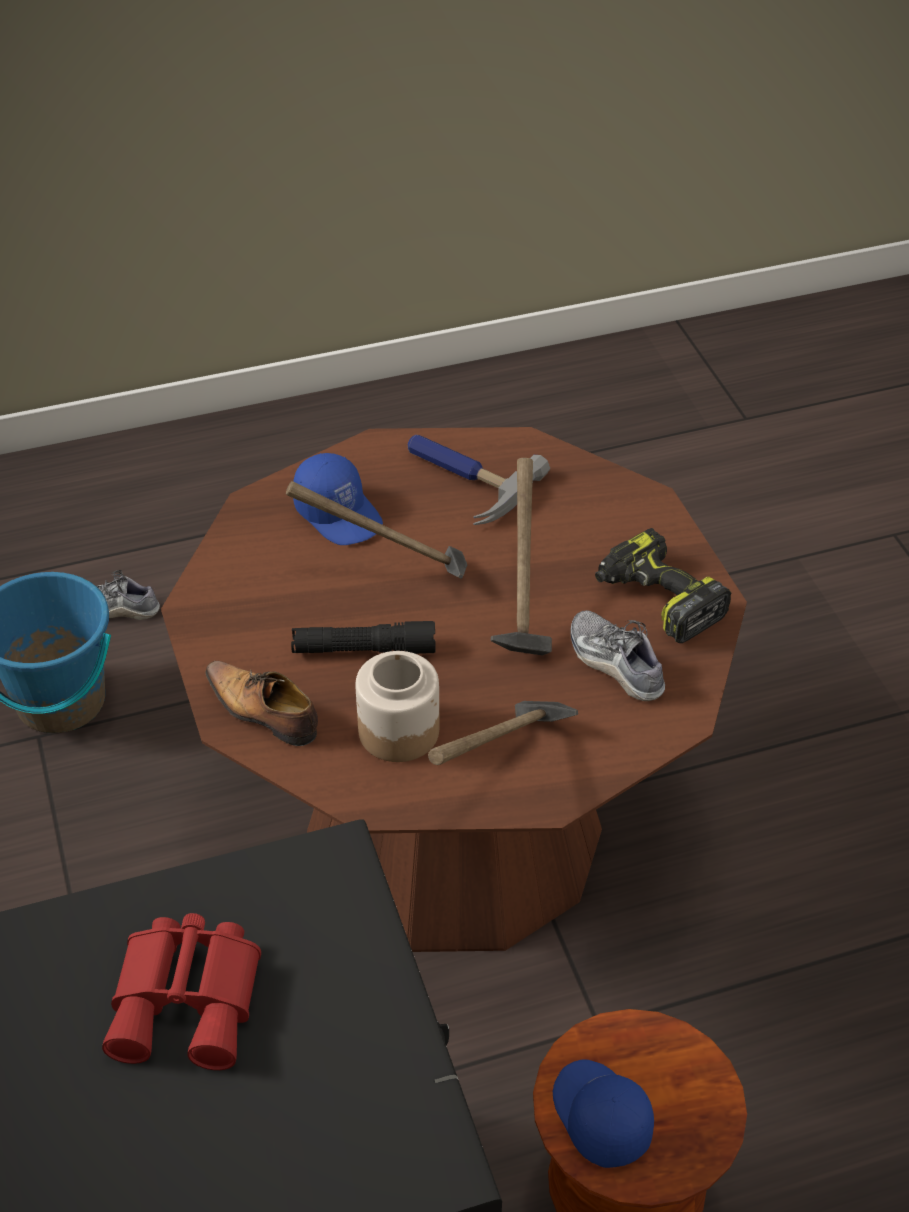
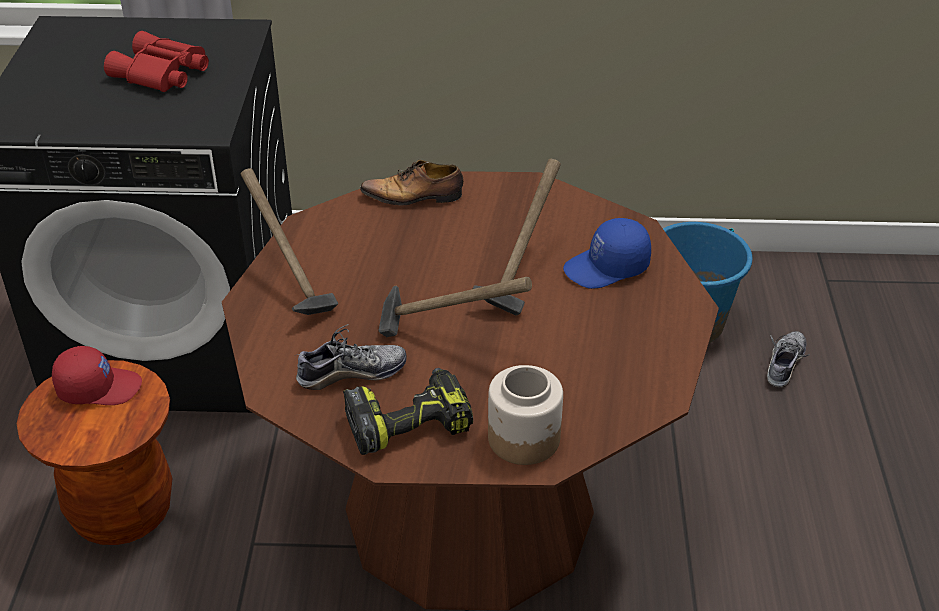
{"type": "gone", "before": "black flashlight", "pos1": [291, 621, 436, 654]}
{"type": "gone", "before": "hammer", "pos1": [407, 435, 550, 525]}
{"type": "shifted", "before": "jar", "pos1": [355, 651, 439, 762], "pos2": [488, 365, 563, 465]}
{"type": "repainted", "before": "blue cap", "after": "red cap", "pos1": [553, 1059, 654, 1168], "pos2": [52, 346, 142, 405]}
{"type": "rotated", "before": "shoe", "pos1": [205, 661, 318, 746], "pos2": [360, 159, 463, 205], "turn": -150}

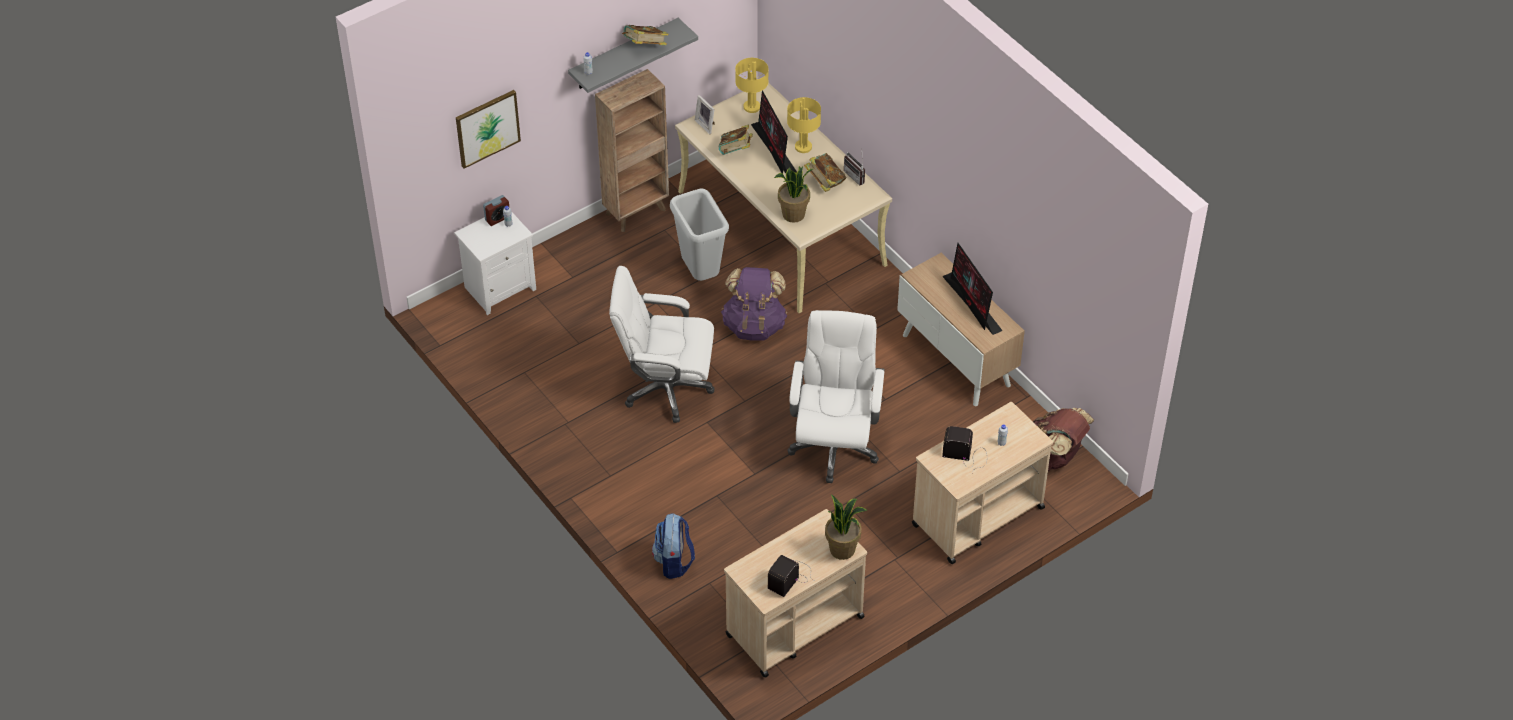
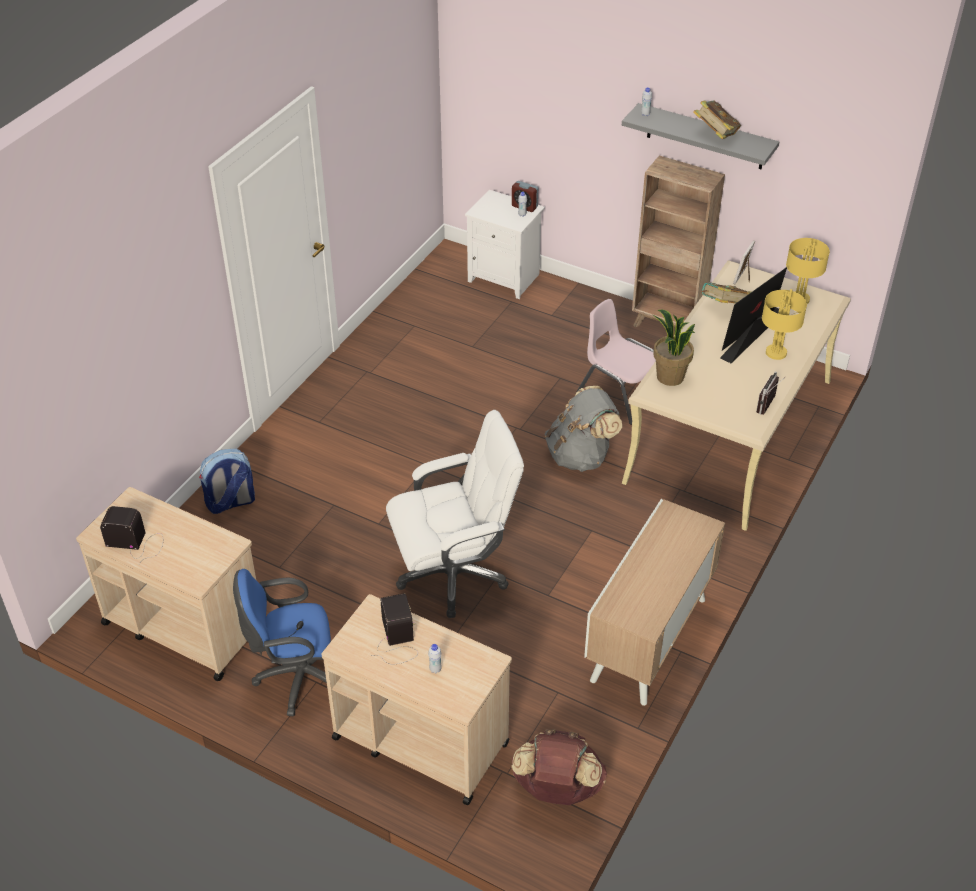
{"type": "gone", "before": "picture", "pos1": [456, 90, 521, 169]}
{"type": "gone", "before": "white office chair", "pos1": [609, 266, 715, 423]}
{"type": "gone", "before": "book", "pos1": [804, 153, 847, 192]}
{"type": "gone", "before": "potted plant", "pos1": [825, 494, 867, 560]}
{"type": "gone", "before": "monitor", "pos1": [942, 243, 1003, 335]}
{"type": "new", "after": "blue office chair", "pos2": [233, 569, 331, 716]}
{"type": "swapped", "before": "grey trash can", "after": "pink chair", "pos1": [670, 188, 729, 281], "pos2": [577, 299, 656, 425]}
{"type": "repainted", "before": "purple backpack", "after": "grey backpack", "pos1": [721, 267, 787, 341], "pos2": [545, 386, 622, 472]}

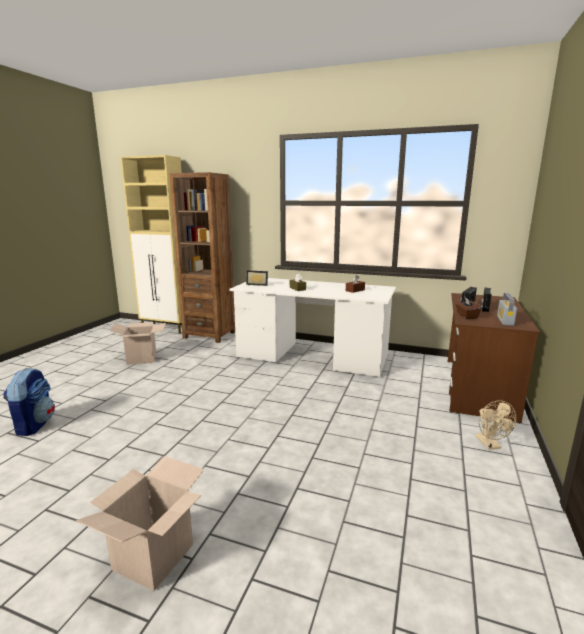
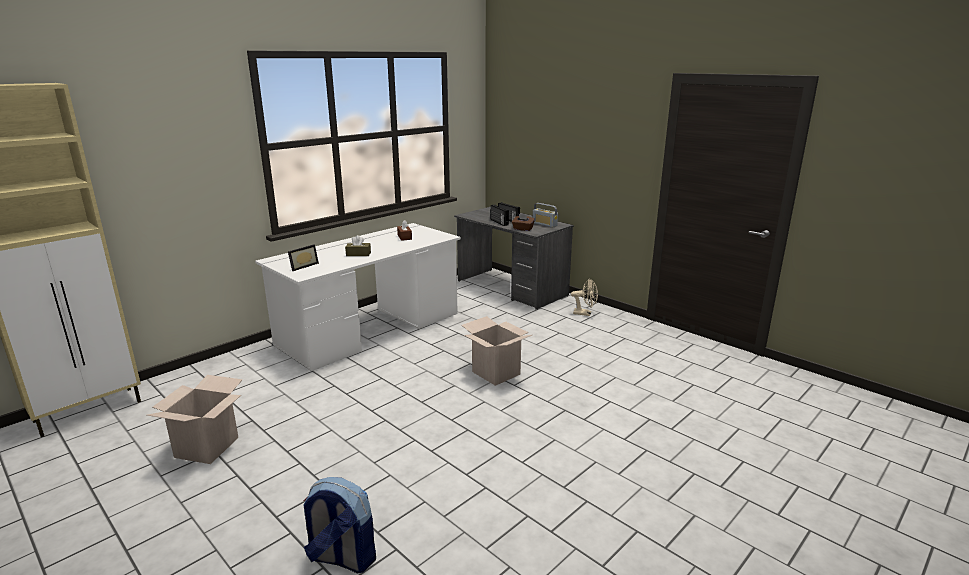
{"type": "gone", "before": "brown bookcase", "pos1": [169, 172, 235, 343]}
{"type": "shifted", "before": "cardboard box", "pos1": [76, 456, 204, 591], "pos2": [461, 316, 532, 386]}
{"type": "repainted", "before": "brown desk", "after": "grey desk", "pos1": [448, 293, 540, 423], "pos2": [454, 207, 574, 310]}

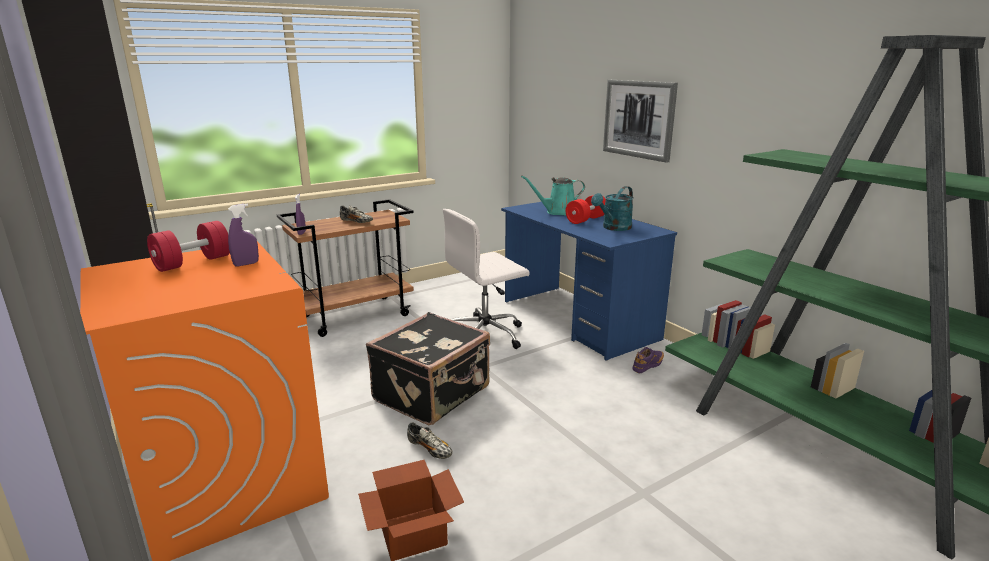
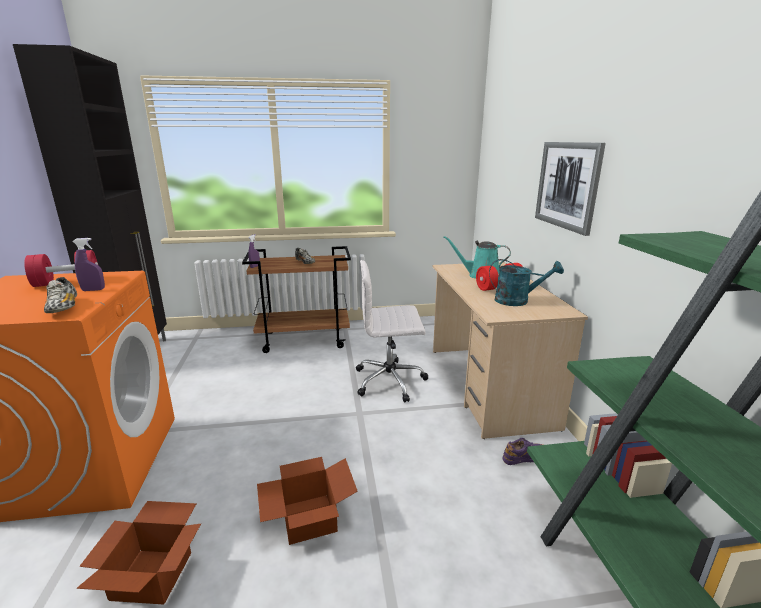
{"type": "gone", "before": "black suitcase", "pos1": [366, 312, 490, 425]}
{"type": "new", "after": "cardboard box", "pos2": [257, 457, 358, 545]}
{"type": "shifted", "before": "shoe", "pos1": [407, 422, 453, 459], "pos2": [44, 277, 77, 313]}
{"type": "repainted", "before": "blue desk", "after": "beige desk", "pos1": [501, 202, 677, 361], "pos2": [433, 262, 588, 439]}
{"type": "rotated", "before": "turquoise watering can", "pos1": [591, 186, 633, 231], "pos2": [489, 259, 564, 306], "turn": -150}

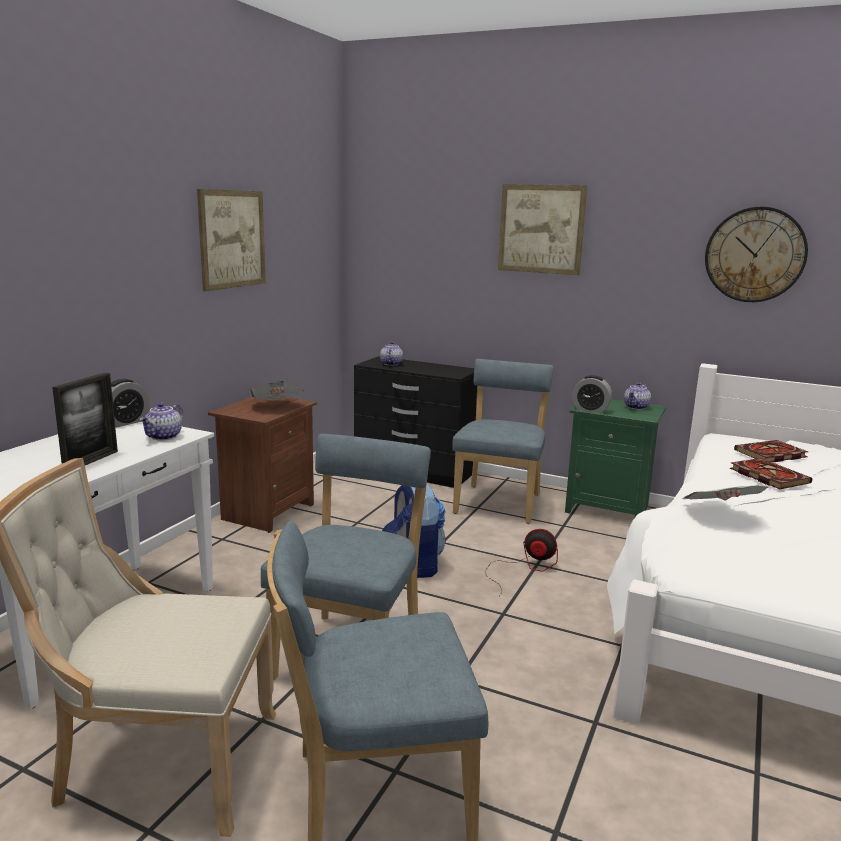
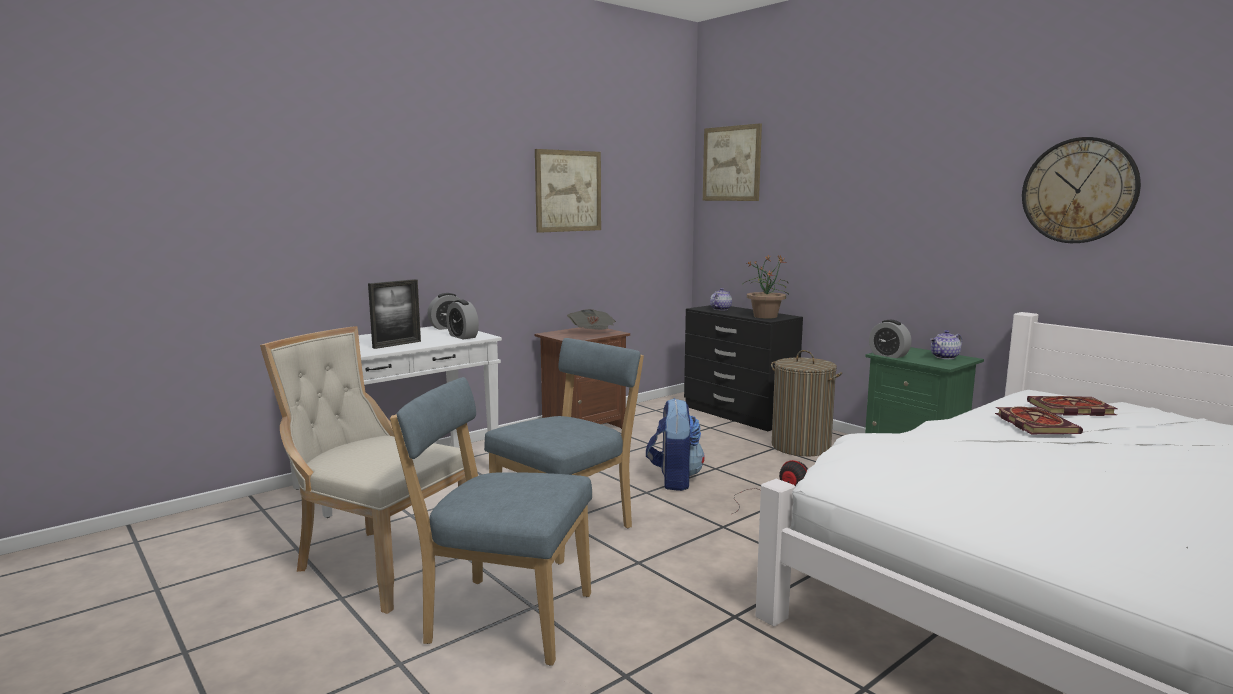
{"type": "gone", "before": "newspaper", "pos1": [682, 485, 769, 501]}
{"type": "new", "after": "potted plant", "pos2": [742, 255, 789, 319]}
{"type": "shifted", "before": "picture", "pos1": [498, 184, 587, 275], "pos2": [703, 123, 762, 201]}
{"type": "swapped", "before": "teapot", "after": "alarm clock", "pos1": [139, 403, 183, 441], "pos2": [446, 300, 479, 339]}
{"type": "swapped", "before": "blue chair", "after": "laundry basket", "pos1": [452, 359, 554, 524], "pos2": [771, 350, 842, 456]}

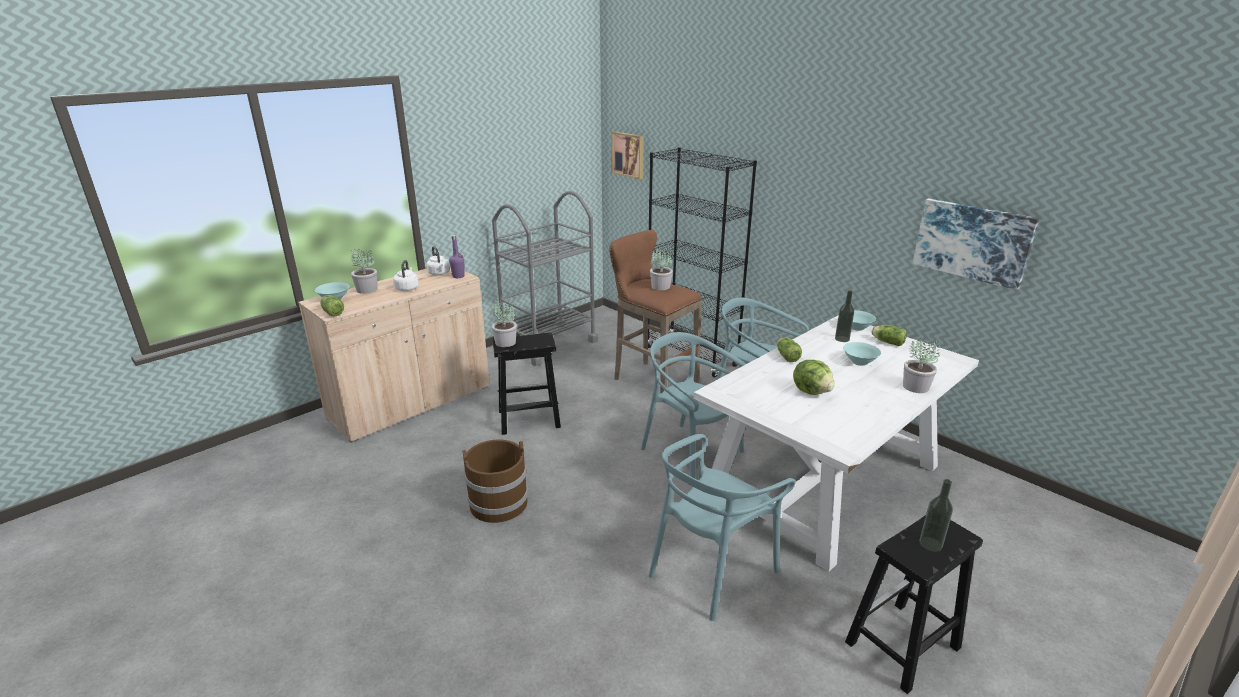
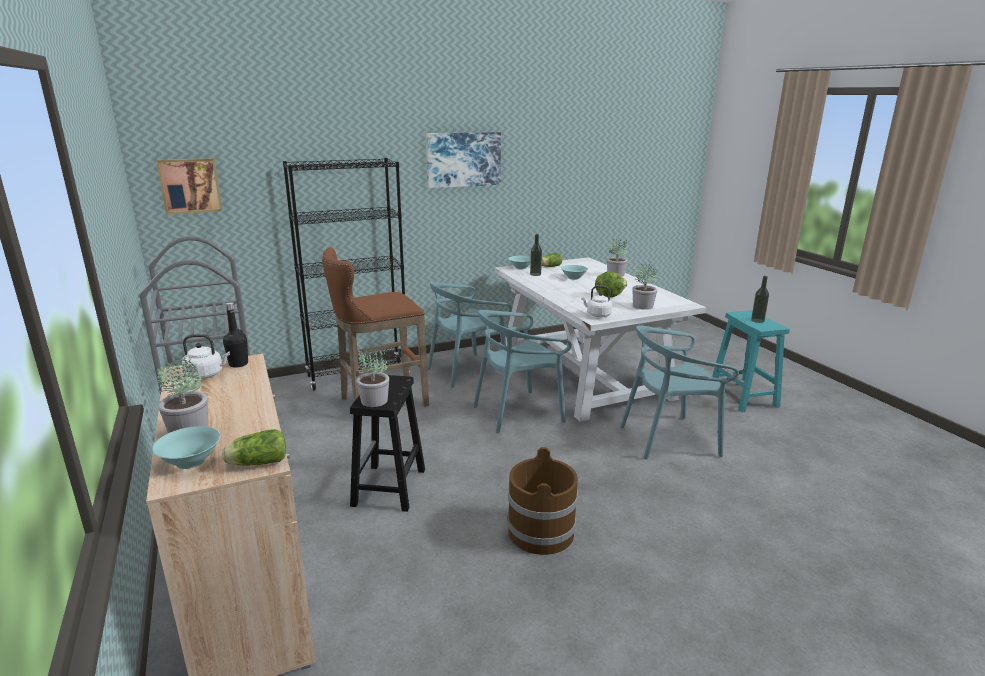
{"type": "gone", "before": "lettuce", "pos1": [777, 338, 802, 362]}
{"type": "shifted", "before": "white kettle", "pos1": [393, 260, 419, 291], "pos2": [581, 286, 612, 317]}
{"type": "shifted", "before": "potted plant", "pos1": [650, 247, 673, 290], "pos2": [632, 262, 657, 310]}
{"type": "shifted", "before": "picture", "pos1": [913, 198, 1039, 290], "pos2": [426, 132, 501, 188]}
{"type": "repainted", "before": "purple bottle", "after": "black bottle", "pos1": [449, 235, 465, 278], "pos2": [223, 302, 248, 368]}
{"type": "repainted", "before": "black stool", "after": "turquoise stool", "pos1": [845, 515, 983, 694], "pos2": [712, 310, 790, 412]}
{"type": "rotated", "before": "turquoise chair", "pos1": [649, 434, 796, 621], "pos2": [620, 326, 739, 459], "turn": 105}

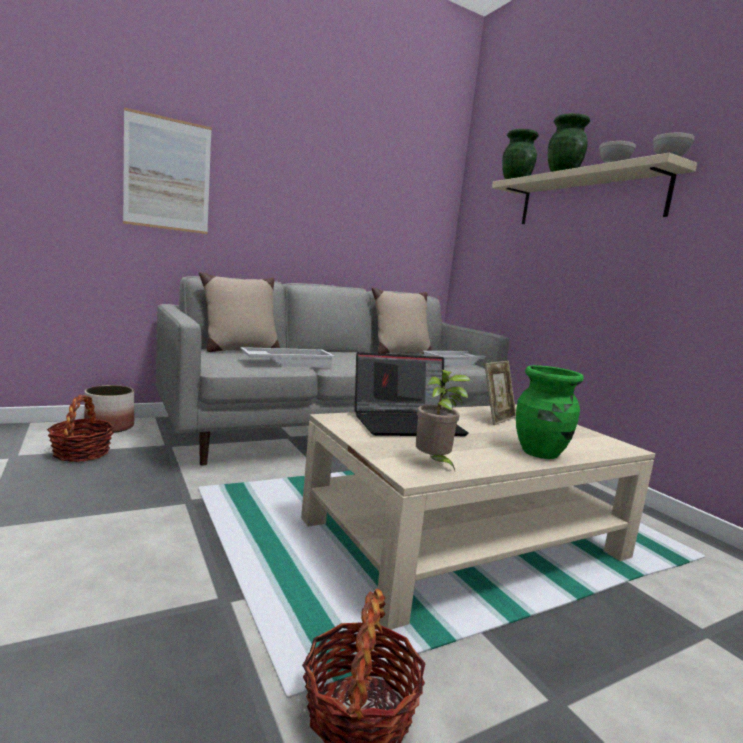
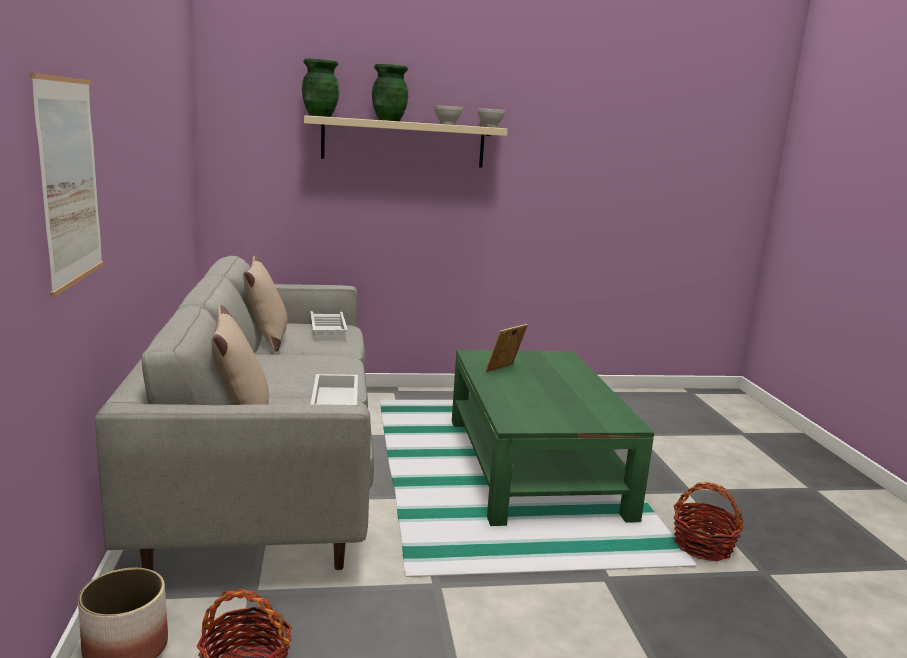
{"type": "gone", "before": "laptop", "pos1": [355, 352, 469, 436]}
{"type": "gone", "before": "potted plant", "pos1": [416, 369, 470, 471]}
{"type": "gone", "before": "green vase", "pos1": [516, 365, 584, 459]}
{"type": "repainted", "before": "beige coffee table", "after": "green coffee table", "pos1": [301, 405, 655, 630], "pos2": [452, 350, 654, 526]}
{"type": "rotated", "before": "picture frame", "pos1": [485, 361, 516, 425], "pos2": [485, 324, 528, 372], "turn": -105}

